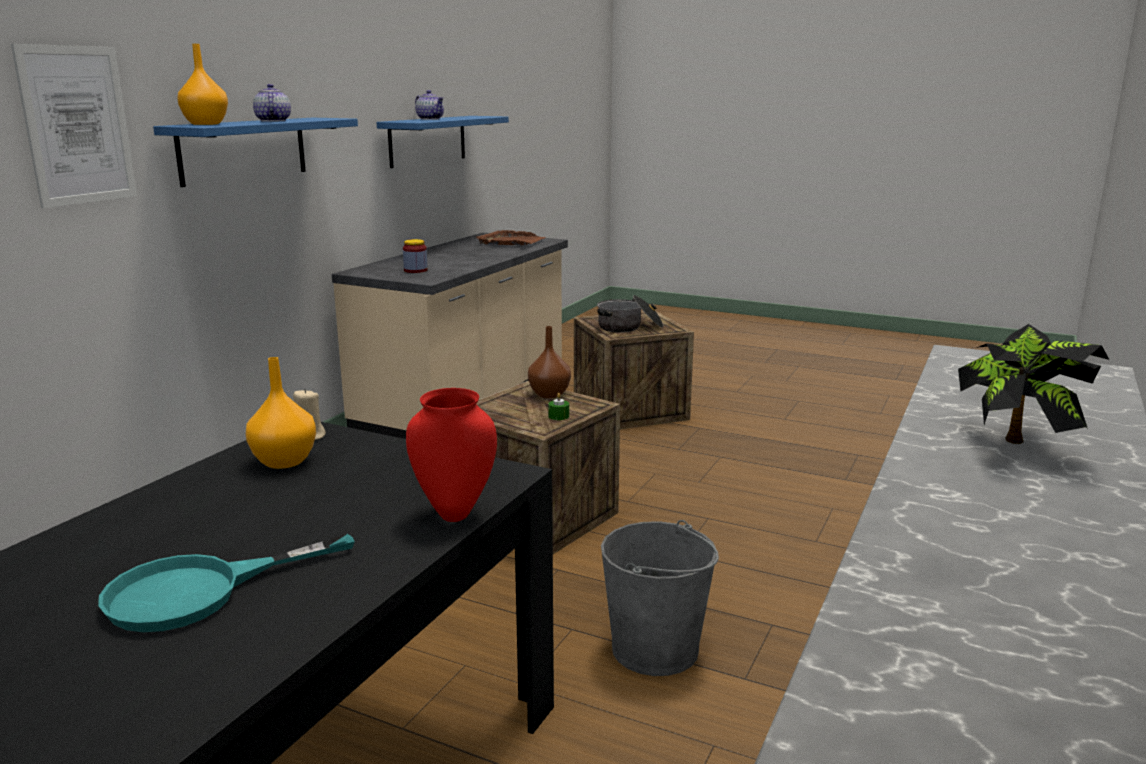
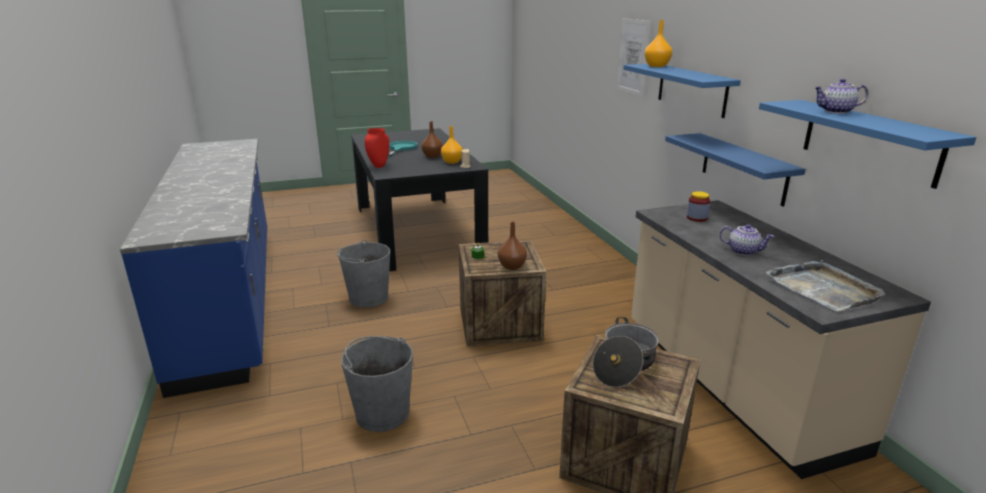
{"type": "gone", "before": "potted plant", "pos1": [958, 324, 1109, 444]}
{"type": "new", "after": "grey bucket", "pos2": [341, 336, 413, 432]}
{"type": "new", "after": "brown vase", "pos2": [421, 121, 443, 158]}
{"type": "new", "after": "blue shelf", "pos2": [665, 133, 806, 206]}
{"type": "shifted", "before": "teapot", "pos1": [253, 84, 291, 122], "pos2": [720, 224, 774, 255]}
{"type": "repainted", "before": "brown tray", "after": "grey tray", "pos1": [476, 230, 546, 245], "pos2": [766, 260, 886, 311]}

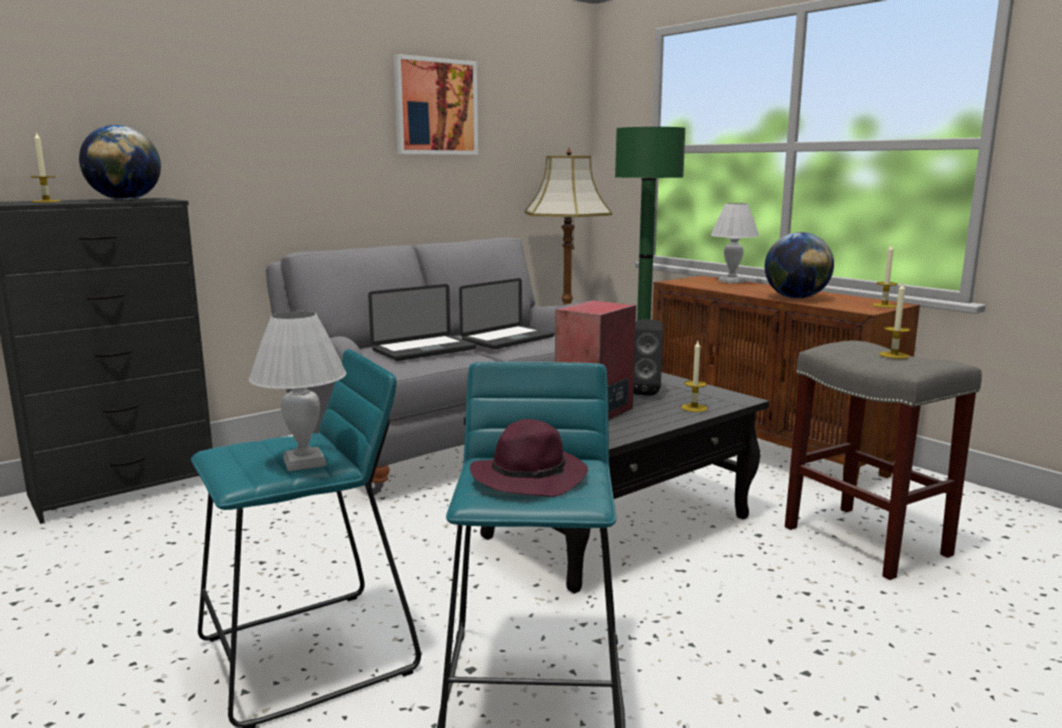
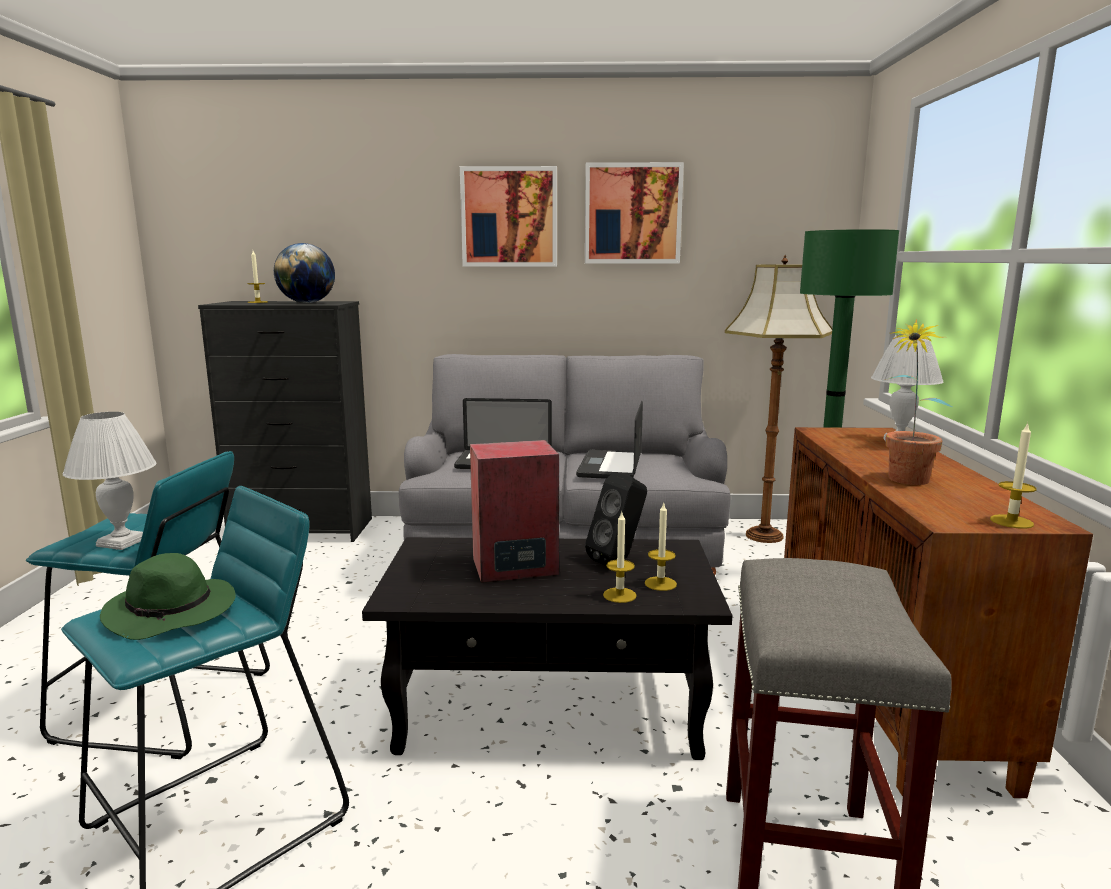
{"type": "new", "after": "picture", "pos2": [460, 166, 557, 267]}
{"type": "shifted", "before": "candle", "pos1": [879, 282, 910, 359], "pos2": [645, 503, 677, 591]}
{"type": "swapped", "before": "globe", "after": "potted plant", "pos1": [765, 232, 834, 299], "pos2": [886, 319, 952, 485]}
{"type": "repainted", "before": "purple hat", "after": "green hat", "pos1": [470, 419, 588, 497], "pos2": [100, 553, 236, 640]}
{"type": "rotated", "before": "laptop", "pos1": [459, 278, 555, 349], "pos2": [576, 401, 643, 479], "turn": 105}

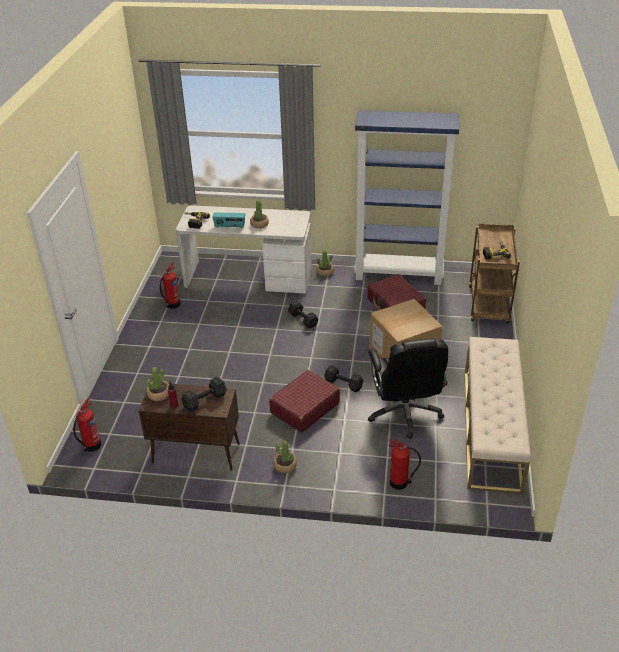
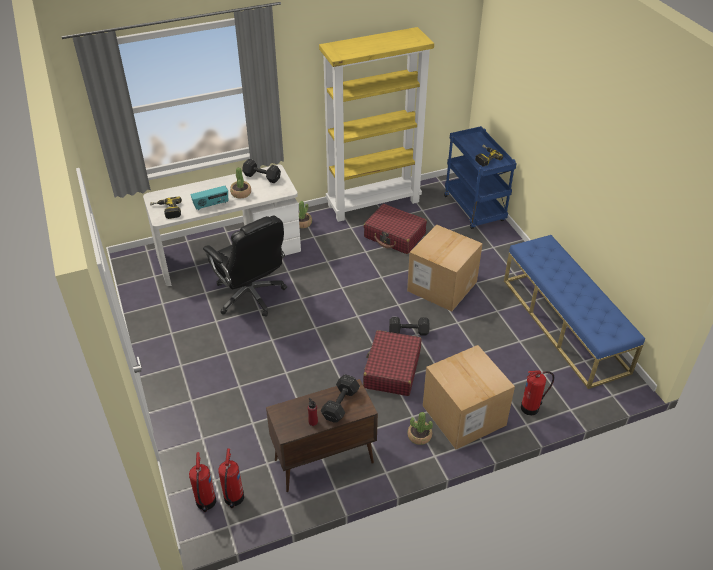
{"type": "gone", "before": "potted plant", "pos1": [146, 367, 169, 401]}
{"type": "new", "after": "cardboard box", "pos2": [423, 345, 515, 449]}
{"type": "shifted", "before": "fire extinguisher", "pos1": [160, 262, 181, 309], "pos2": [218, 448, 244, 508]}
{"type": "shifted", "before": "black dumbbell", "pos1": [288, 301, 319, 329], "pos2": [242, 159, 281, 183]}
{"type": "shifted", "before": "black office chair", "pos1": [368, 338, 448, 439], "pos2": [203, 216, 287, 317]}
{"type": "repainted", "before": "blue bookcase", "after": "yellow bookcase", "pos1": [354, 110, 459, 285], "pos2": [319, 27, 434, 222]}
{"type": "repainted", "before": "beige bench", "after": "blue bench", "pos1": [465, 337, 531, 494], "pos2": [504, 235, 645, 389]}
{"type": "repainted", "before": "brown cart", "after": "blue cart", "pos1": [469, 224, 520, 323], "pos2": [444, 126, 517, 229]}

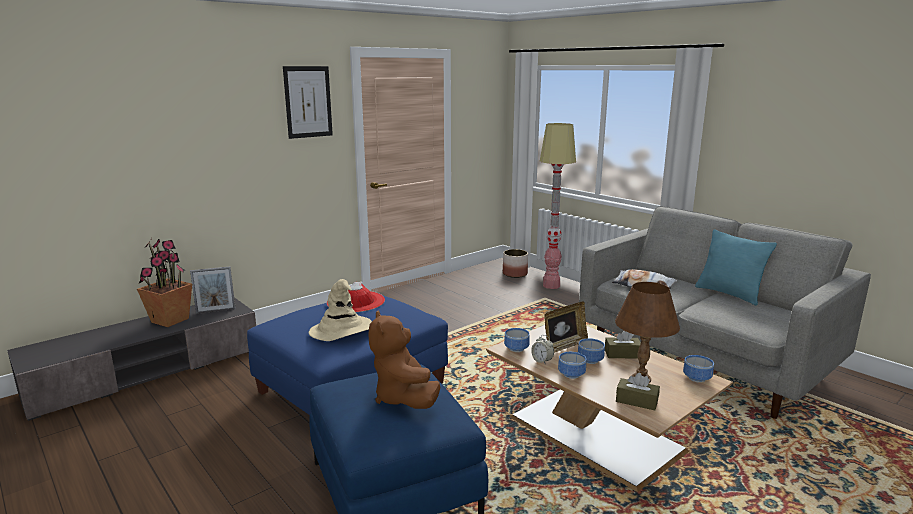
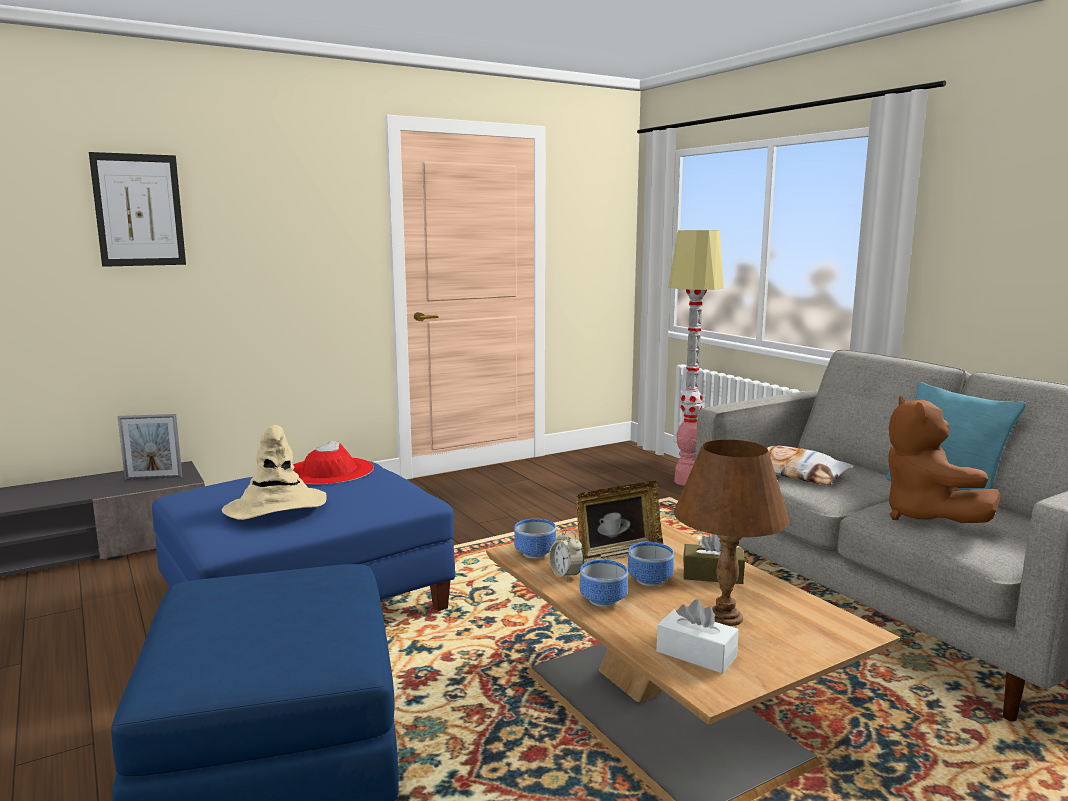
{"type": "gone", "before": "potted plant", "pos1": [137, 238, 192, 327]}
{"type": "gone", "before": "planter", "pos1": [503, 249, 528, 278]}
{"type": "gone", "before": "bowl", "pos1": [683, 355, 714, 383]}
{"type": "shifted", "before": "picture", "pos1": [283, 66, 333, 139], "pos2": [89, 152, 186, 267]}
{"type": "shifted", "before": "brown plush toy", "pos1": [369, 311, 441, 409], "pos2": [888, 396, 1001, 523]}
{"type": "repainted", "before": "brown tissue box", "after": "white tissue box", "pos1": [616, 373, 660, 410], "pos2": [657, 599, 739, 674]}

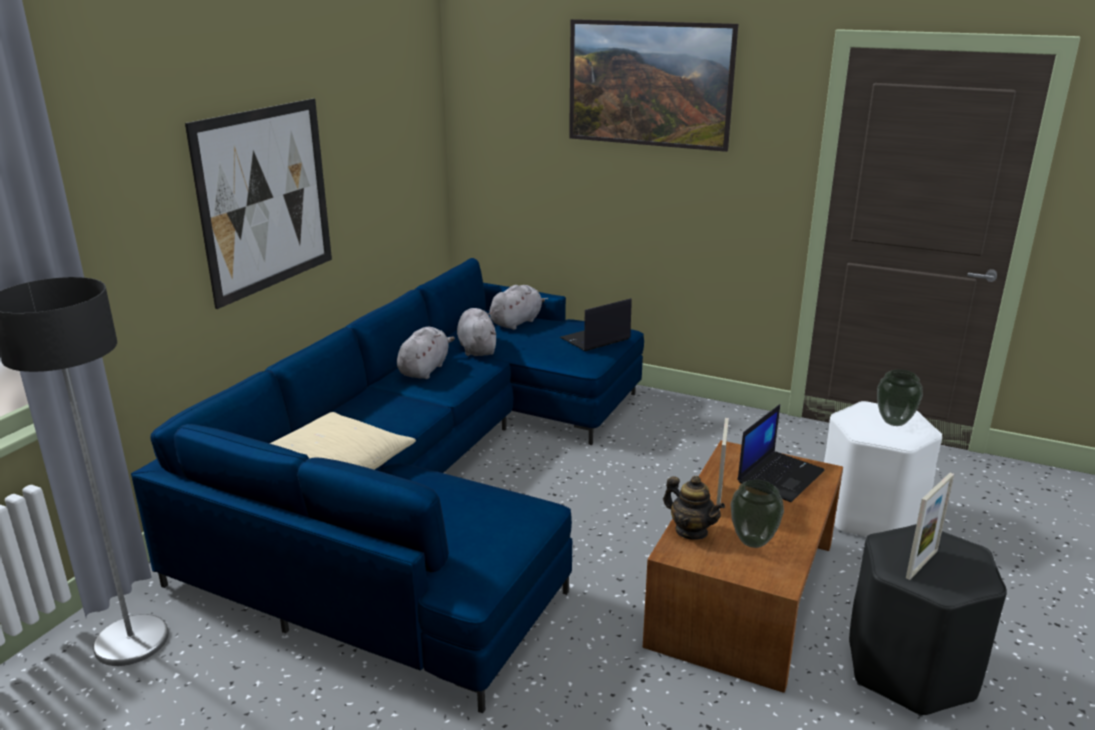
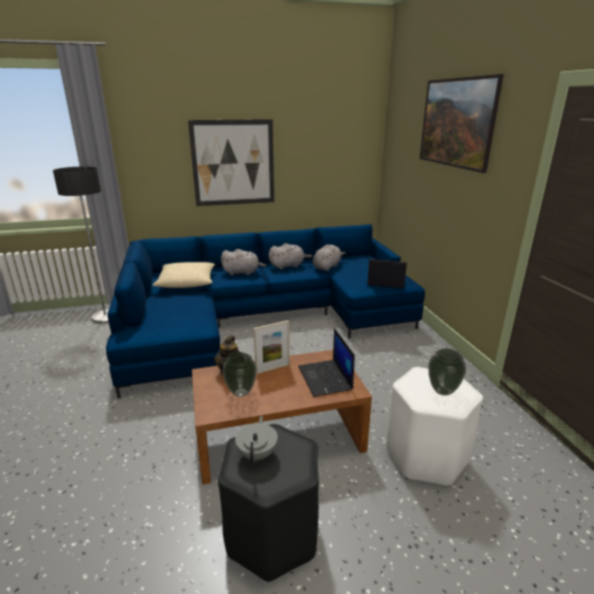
{"type": "shifted", "before": "grey plush toy", "pos1": [490, 285, 548, 330], "pos2": [221, 249, 266, 275]}
{"type": "swapped", "before": "picture frame", "after": "grey teapot", "pos1": [906, 473, 954, 580], "pos2": [235, 416, 278, 464]}
{"type": "rotated", "before": "laptop", "pos1": [737, 404, 824, 502], "pos2": [298, 328, 355, 397], "turn": 75}

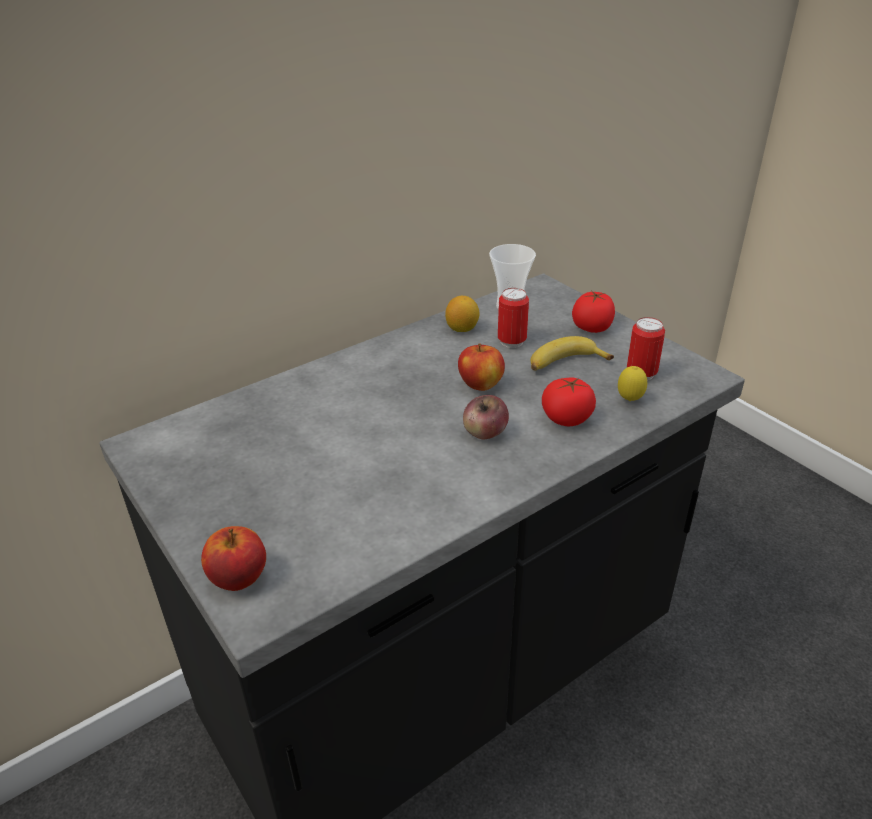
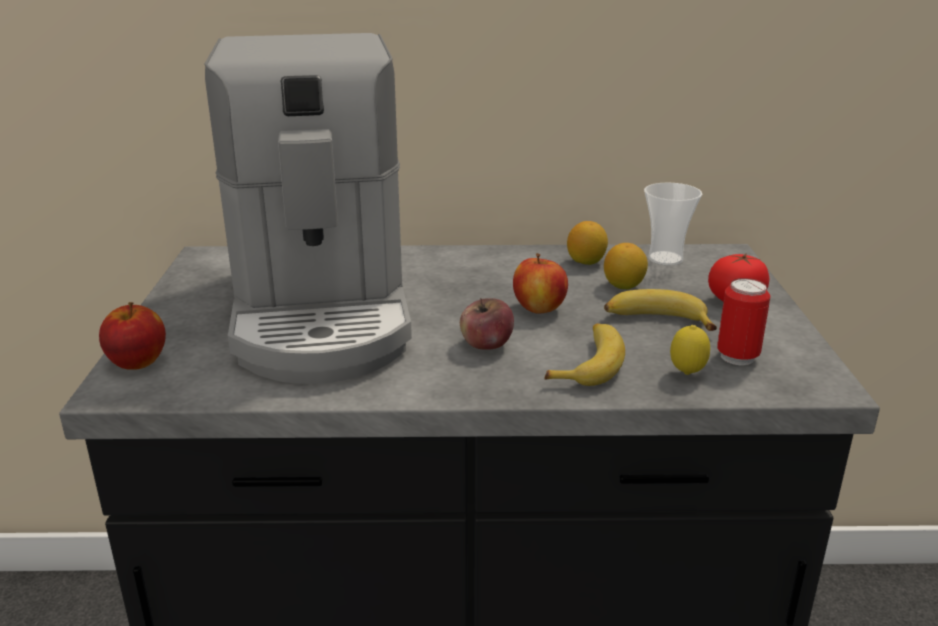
{"type": "new", "after": "coffee machine", "pos2": [204, 33, 412, 384]}
{"type": "swapped", "before": "can", "after": "lemon", "pos1": [498, 288, 529, 348], "pos2": [604, 243, 648, 289]}
{"type": "swapped", "before": "tomato", "after": "banana", "pos1": [542, 377, 596, 426], "pos2": [545, 323, 625, 386]}

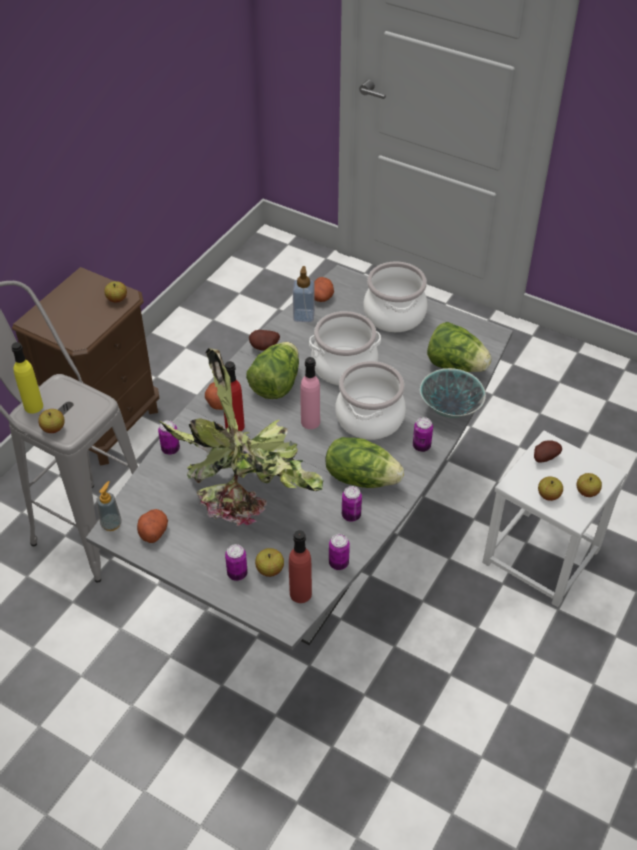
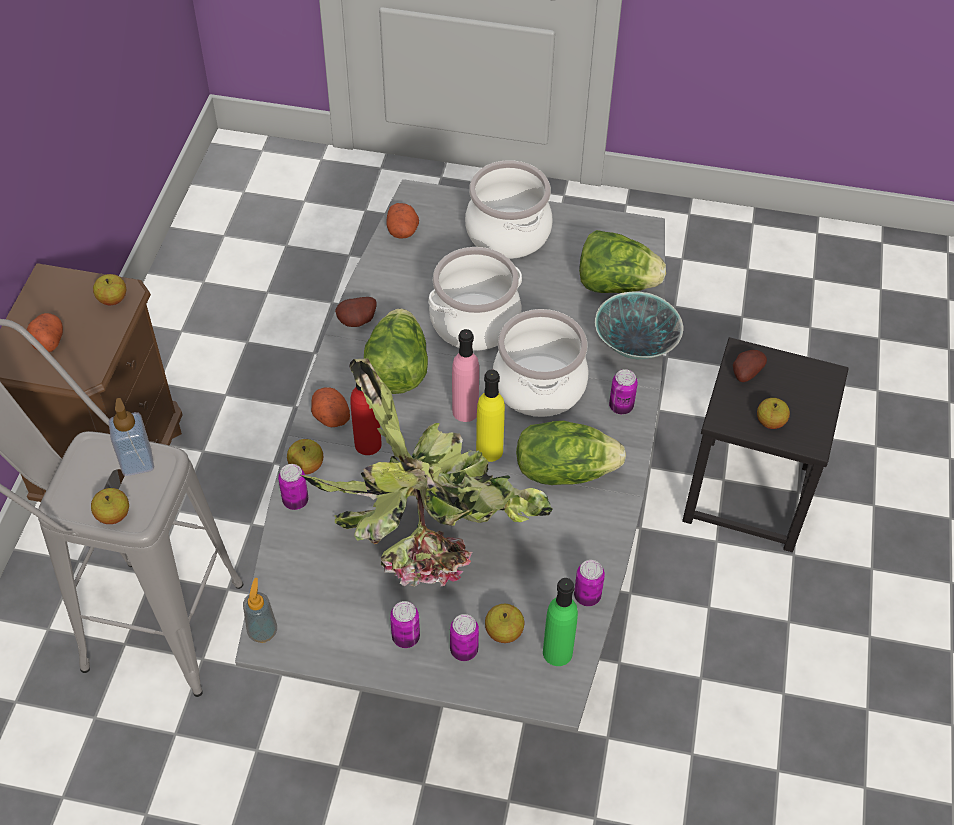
{"type": "shifted", "before": "yellow bottle", "pos1": [11, 342, 43, 413], "pos2": [476, 369, 505, 462]}
{"type": "shifted", "before": "potato", "pos1": [137, 509, 168, 543], "pos2": [27, 313, 63, 352]}
{"type": "shifted", "before": "soap dispenser", "pos1": [293, 266, 315, 322], "pos2": [108, 398, 154, 476]}
{"type": "shifted", "before": "can", "pos1": [342, 486, 362, 522], "pos2": [390, 601, 420, 648]}
{"type": "shifted", "before": "apple", "pos1": [576, 473, 602, 497], "pos2": [287, 439, 323, 475]}
{"type": "repainted", "before": "red bottle", "after": "green bottle", "pos1": [289, 530, 312, 603], "pos2": [543, 578, 578, 666]}
{"type": "repainted", "before": "white stool", "after": "black stool", "pos1": [482, 431, 627, 607], "pos2": [682, 337, 849, 552]}

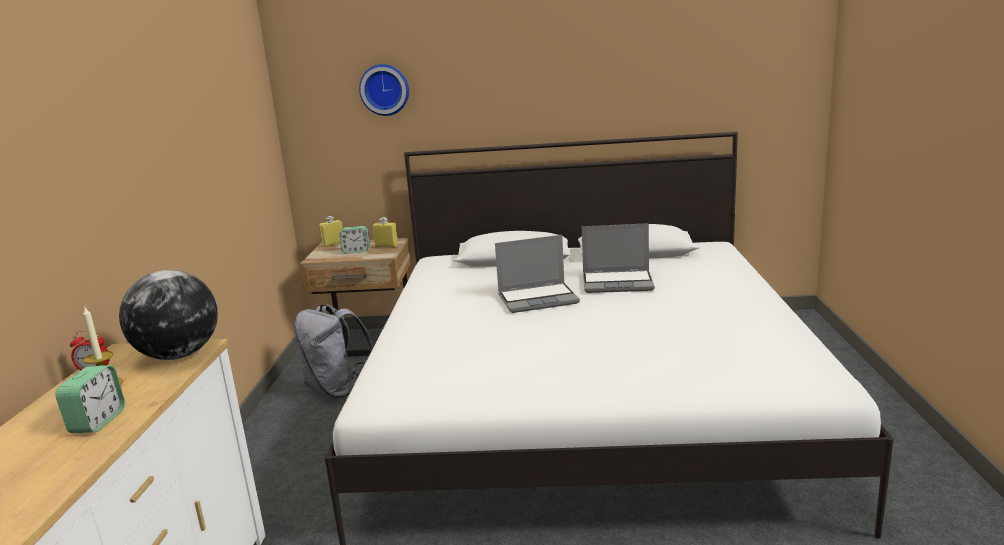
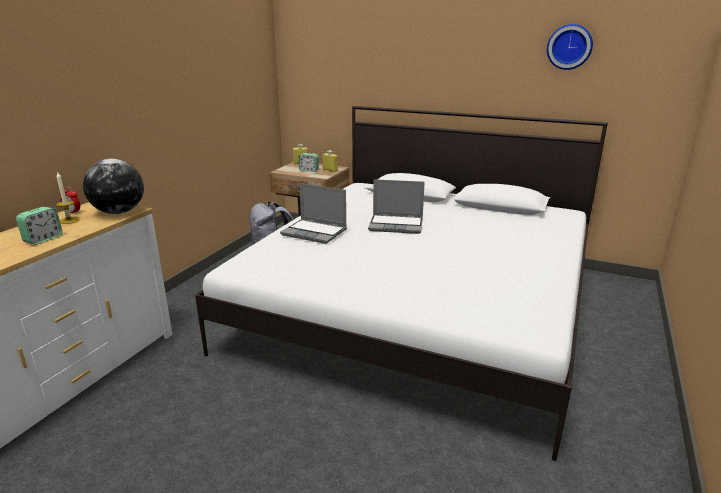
{"type": "shifted", "before": "wall clock", "pos1": [359, 64, 409, 116], "pos2": [547, 24, 593, 70]}
{"type": "shifted", "before": "laptop", "pos1": [582, 223, 655, 293], "pos2": [280, 183, 347, 244]}

